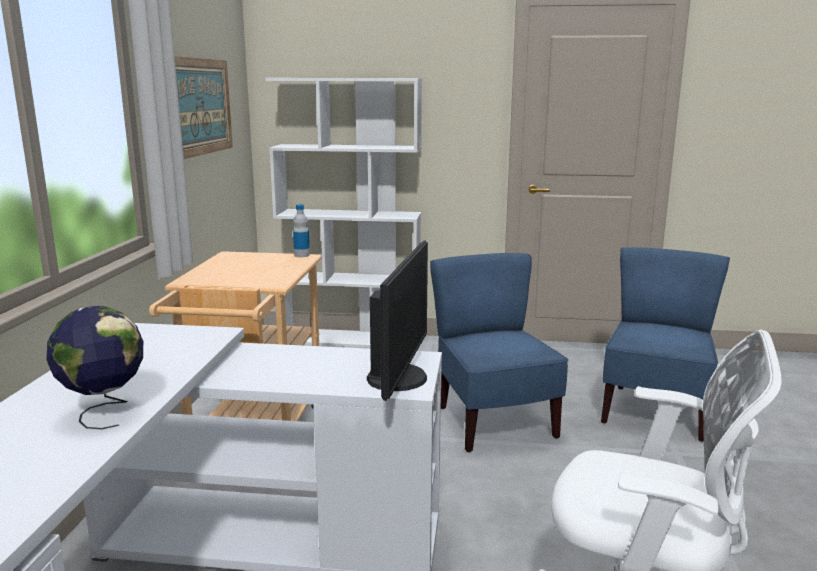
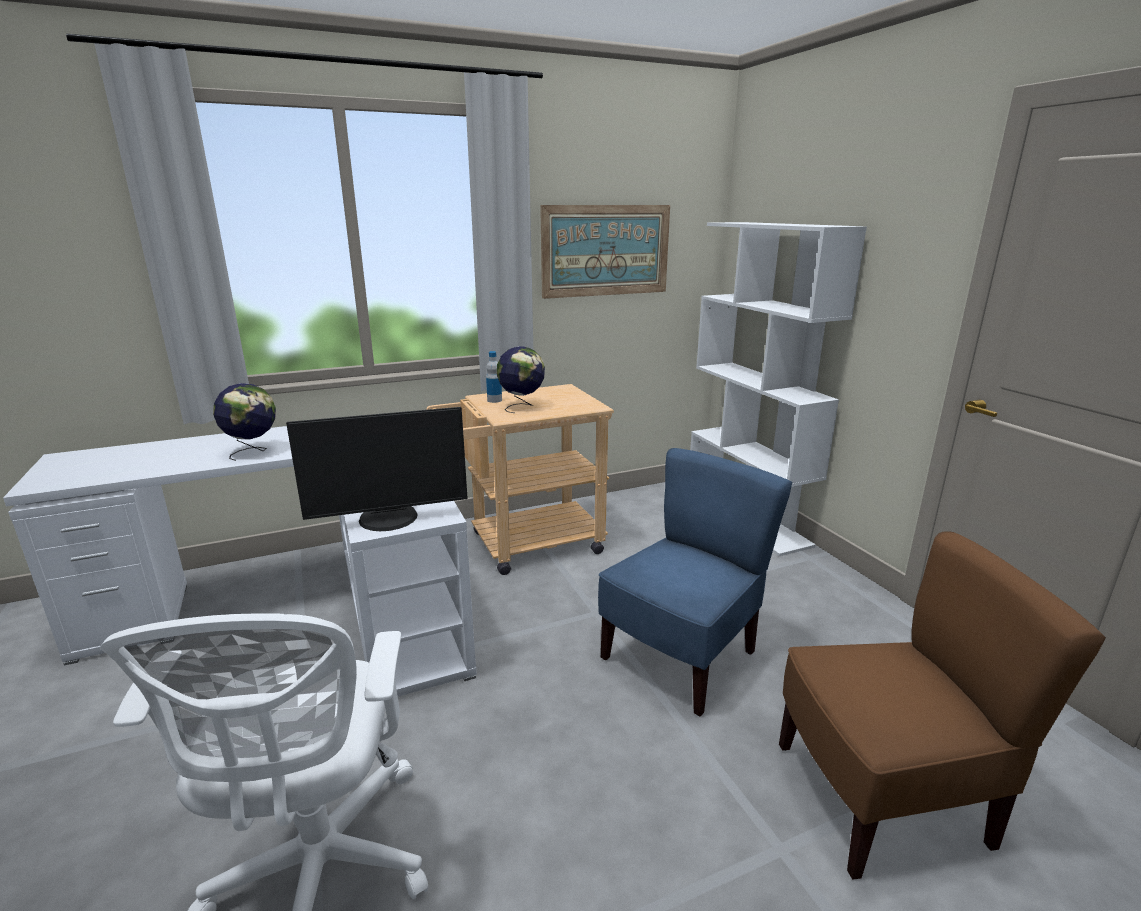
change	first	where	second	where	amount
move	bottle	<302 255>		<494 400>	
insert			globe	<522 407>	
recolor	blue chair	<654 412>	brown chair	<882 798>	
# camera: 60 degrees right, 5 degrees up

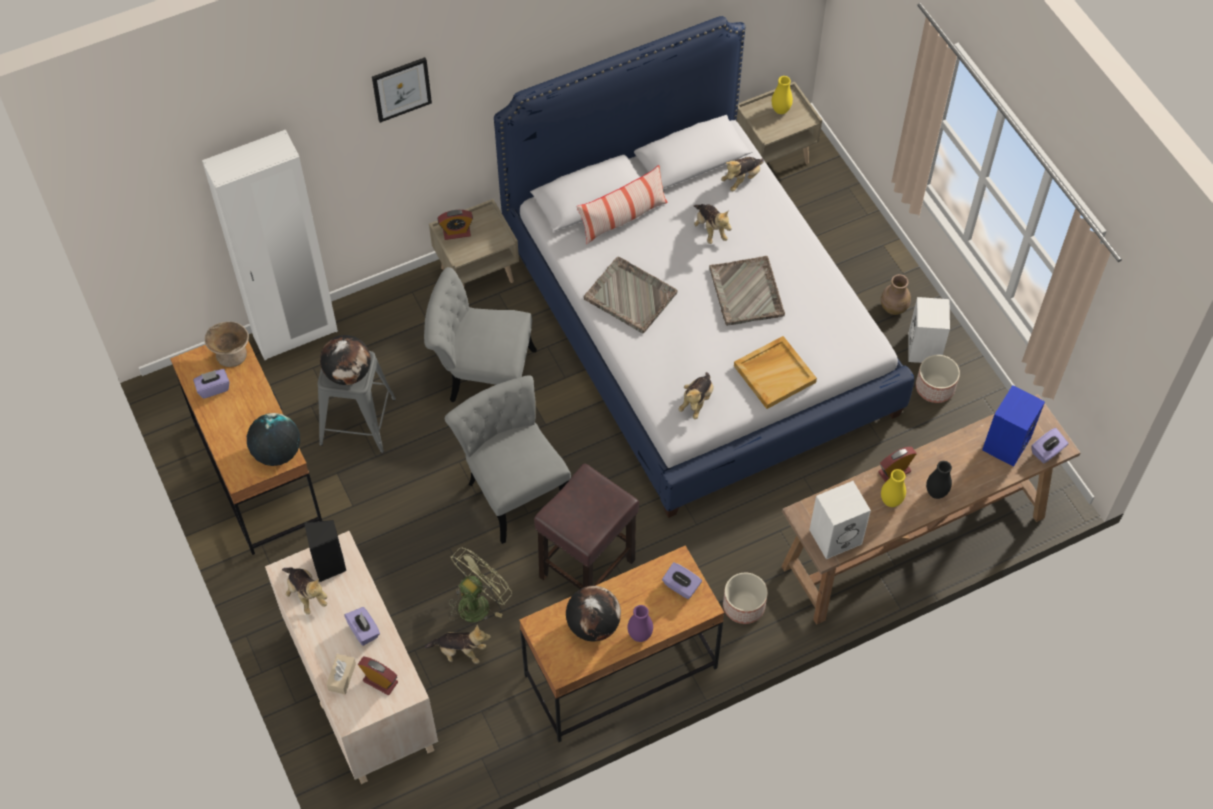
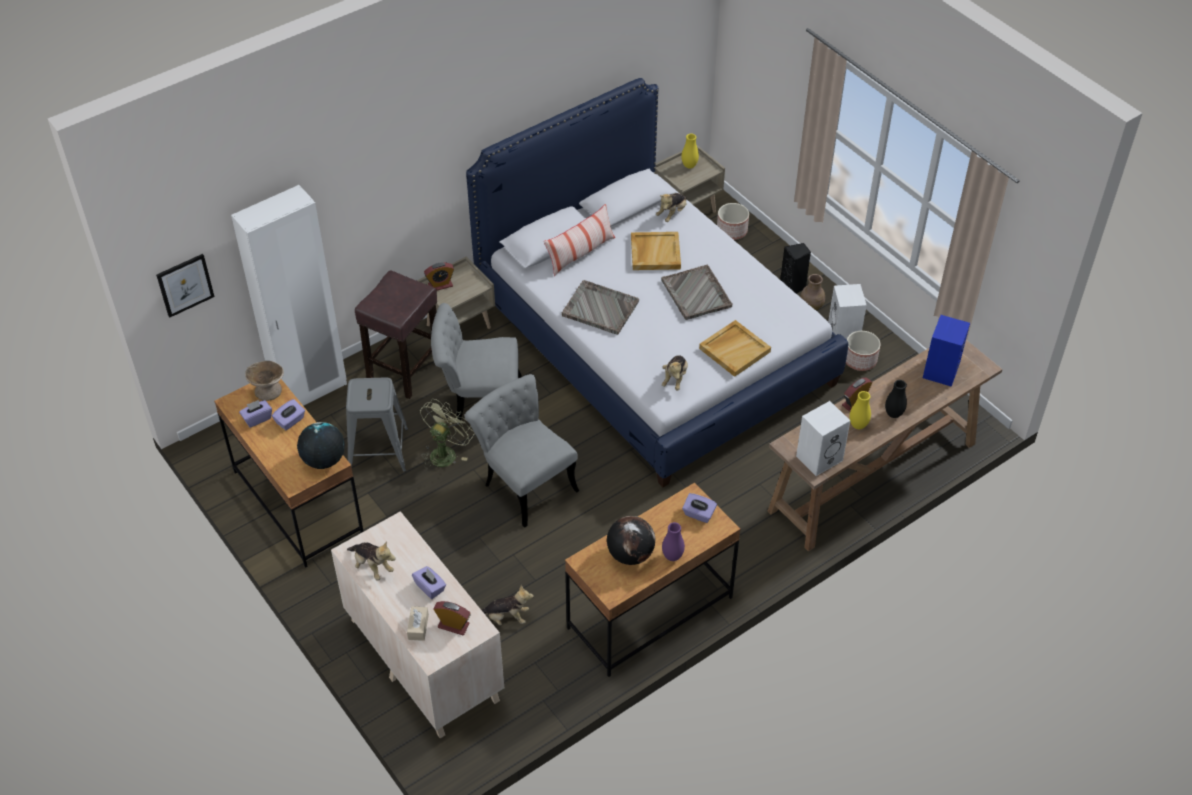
change	first	where	second	where	amount
move	picture	<401 89>		<185 285>	
move	purple tissue box	<1047 452>		<290 421>	
move	brown stool	<588 567>		<405 369>	
move	green fan	<478 602>		<445 452>	
replace	plush toy	<710 229>	beige tray	<655 252>	
move	planter	<744 606>		<732 231>	
move	black speaker	<330 566>		<793 287>	
delete	globe	<348 373>			
# camera: 10 degrees left, 10 degrees down

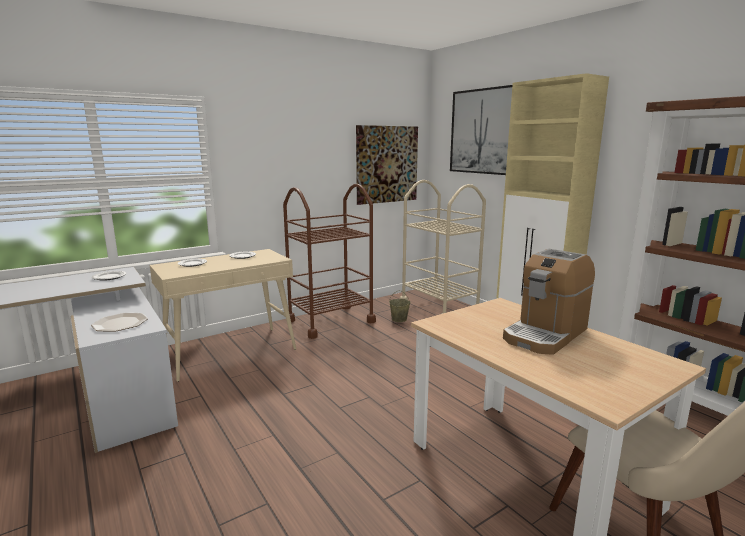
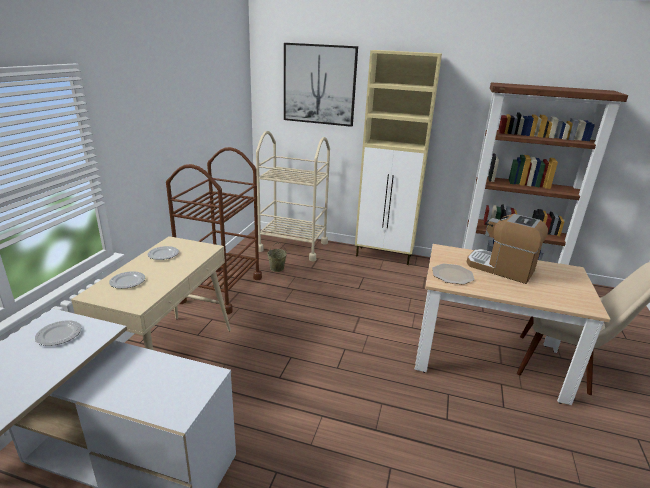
change	first	where	second	where	amount
move	plate	<120 323>		<452 274>	
rotate	coffee machine	<545 334>		<501 268>	120 degrees clockwise
delete	picture	<387 164>			
# camera: 40 degrees left, 10 degrees up

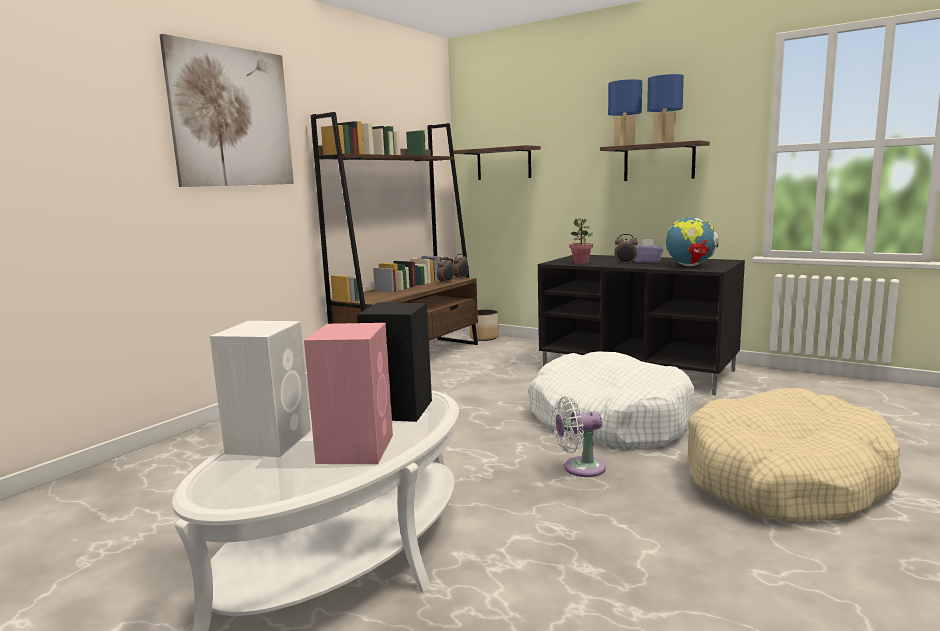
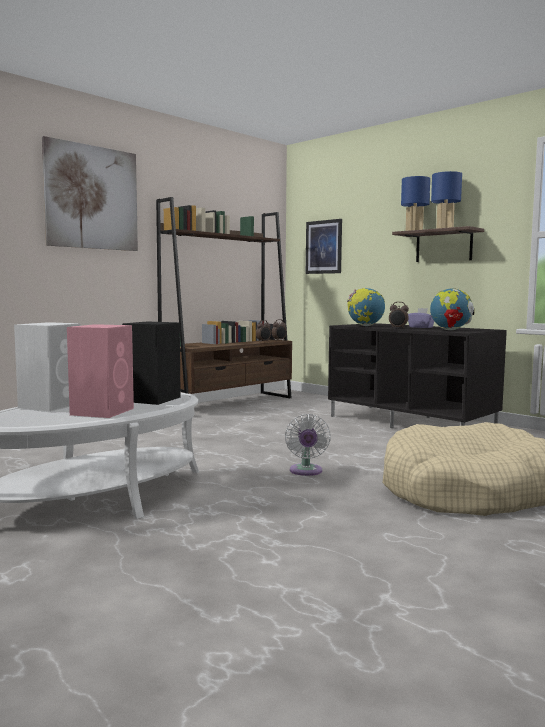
change	first	where	second	where	amount
rotate	white fan	<580 468>		<306 471>	90 degrees counterclockwise
replace	shelf	<504 163>	picture	<324 247>	
replace	potted plant	<581 262>	globe	<365 326>	
delete	planter	<484 337>			
delete	white dog bed	<608 420>			
# camera: 10 degrees right, 5 degrees down

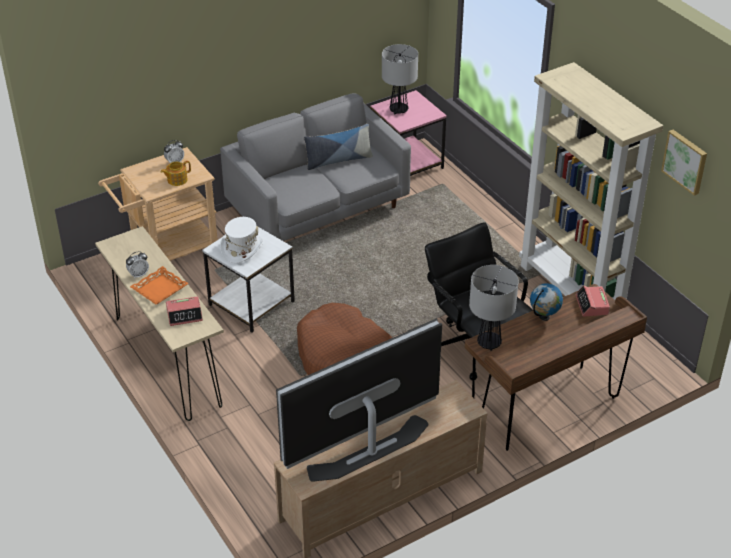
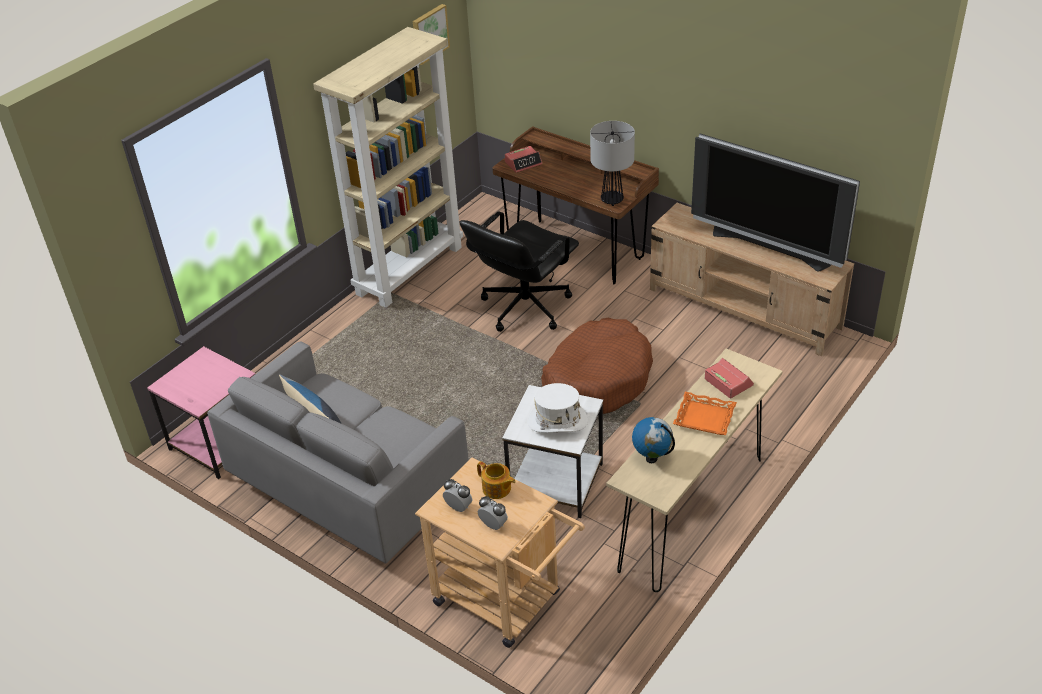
change	first	where	second	where	amount
move	alarm clock	<138 275>		<493 525>	
move	globe	<544 317>		<652 458>	
delete	table lamp	<399 110>			
# camera: 110 degrees left, 0 degrees up

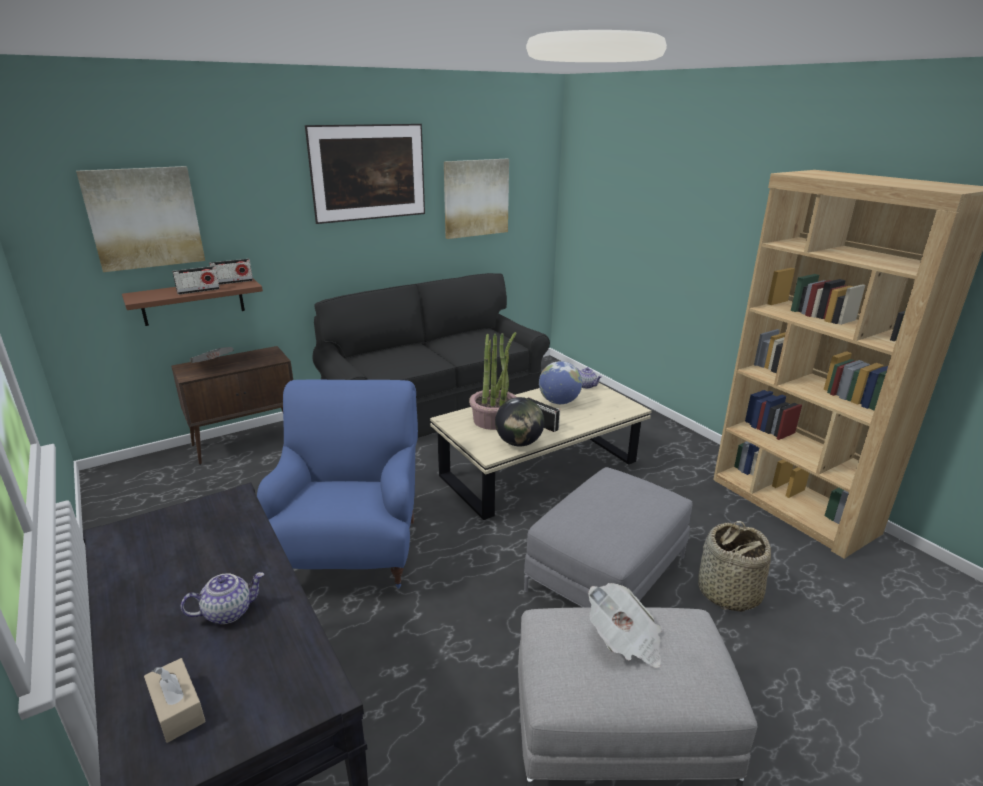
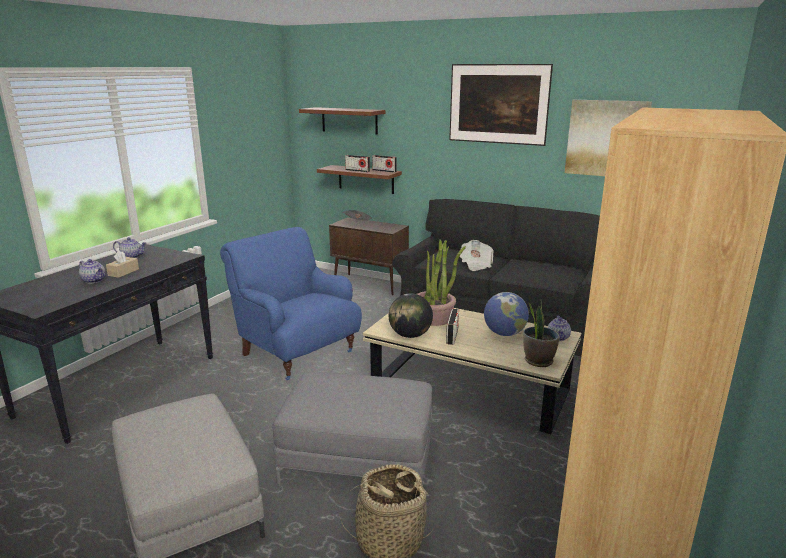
change	first	where	second	where	amount
move	beige tissue box	<177 708>		<123 272>	
insert			teapot	<132 256>	
rotate	blue armchair	<353 550>		<296 352>	105 degrees counterclockwise
replace	picture	<144 218>	brown shelf	<349 120>	
move	newspaper	<624 640>		<475 265>	
insert			potted plant	<538 361>	
# camera: 60 degrees right, 5 degrees down

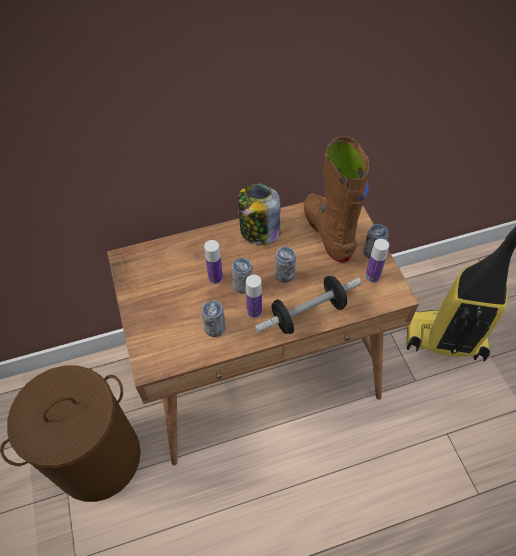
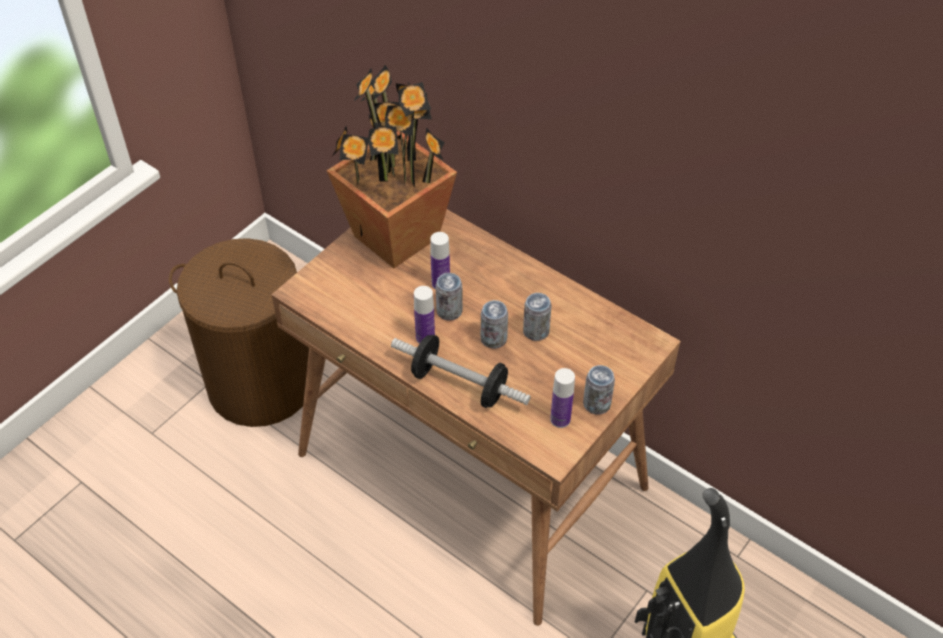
change	first	where	second	where	amount
insert			potted plant	<397 235>	
move	can	<215 328>		<536 331>	
delete	jar	<259 231>			
delete	brown boot	<328 232>			
# camera: 55 degrees right, 5 degrees down

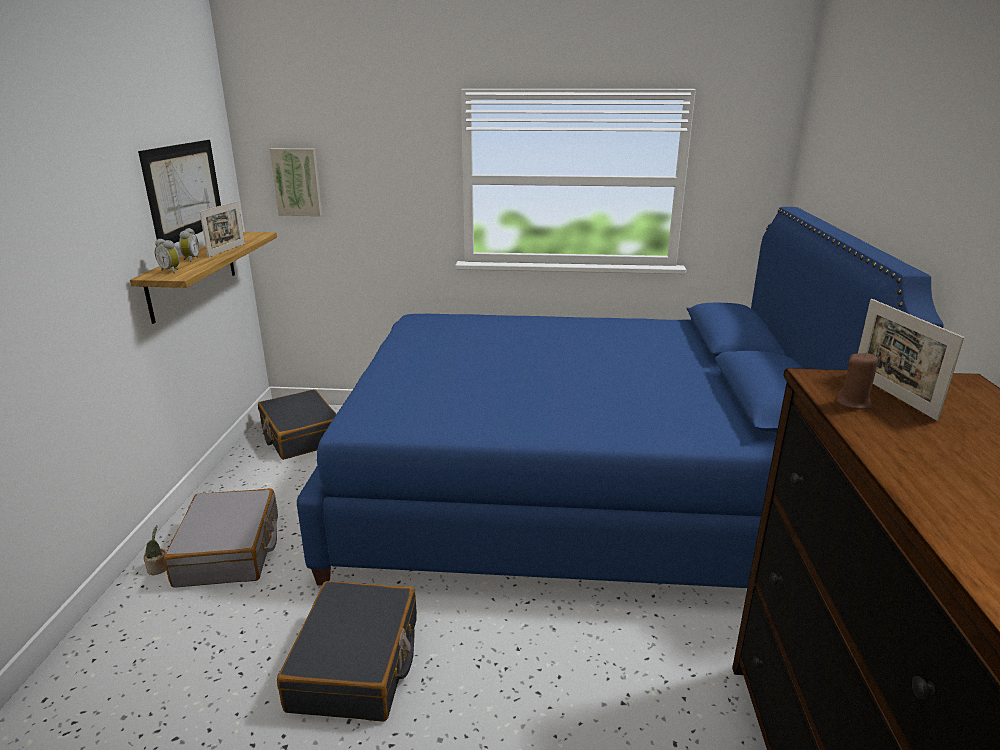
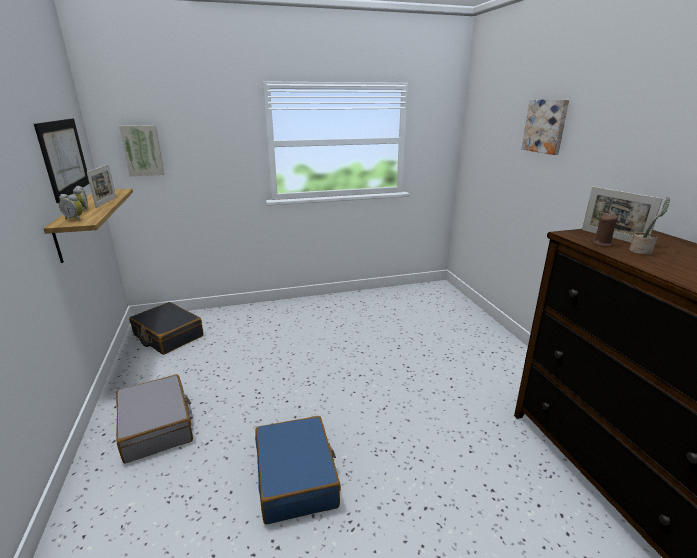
change	first	where	second	where	amount
recolor	black suitcase	<356 664>	blue suitcase	<296 477>	
insert			picture	<546 126>	
move	potted plant	<159 569>		<642 251>	
delete	blue bed	<572 492>			
# camera: 20 degrees left, 0 degrees up

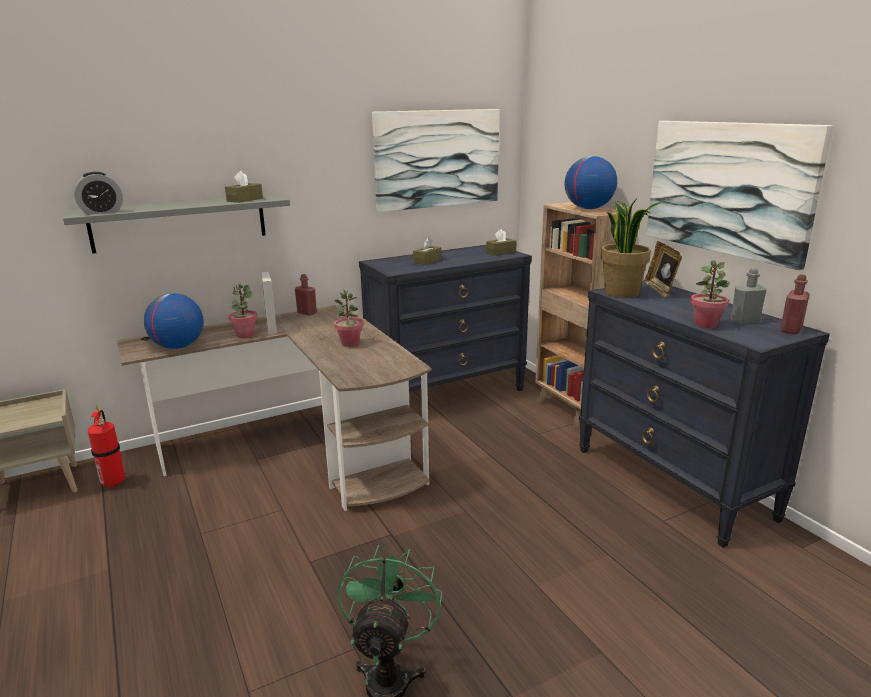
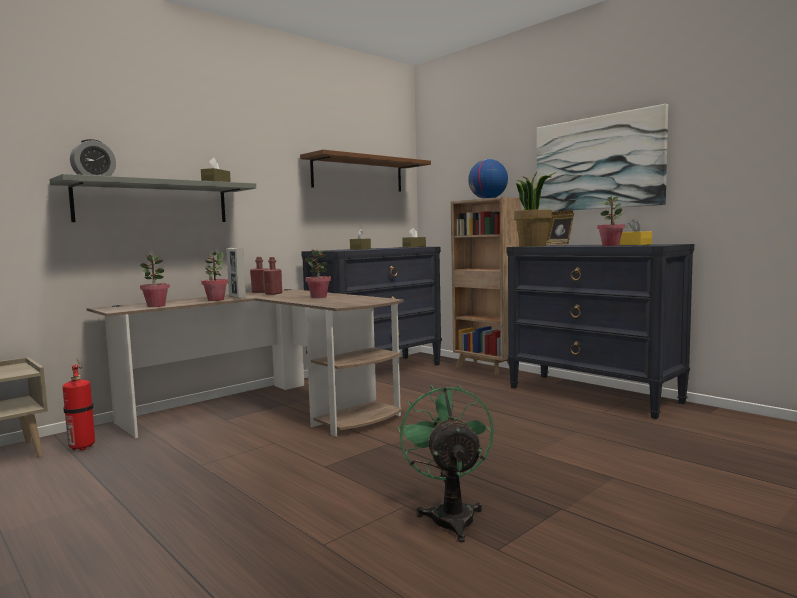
change	first	where	second	where	amount
replace	globe	<178 347>	potted plant	<156 306>	
move	red bottle	<791 330>		<273 294>	
replace	picture	<437 159>	brown shelf	<358 174>	
replace	grey bottle	<745 321>	yellow tissue box	<634 244>	
# camera: 15 degrees left, 15 degrees down

